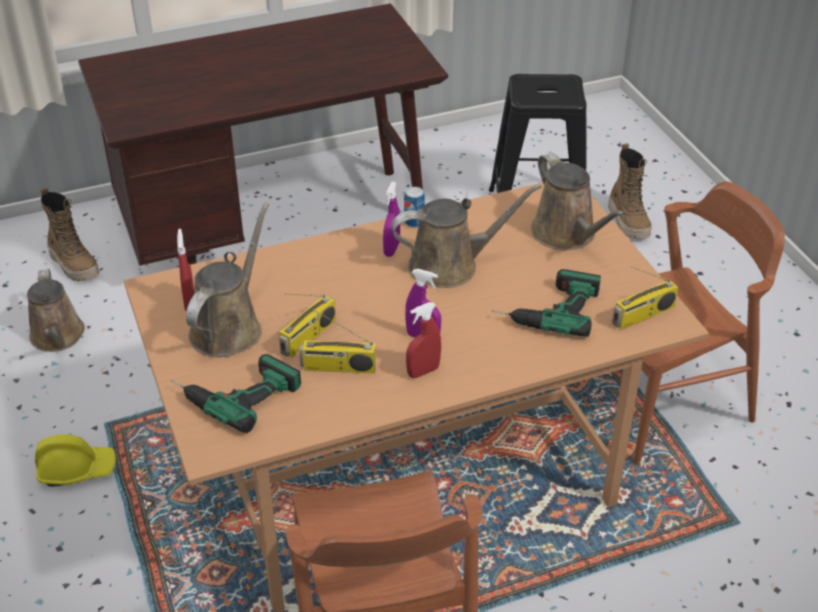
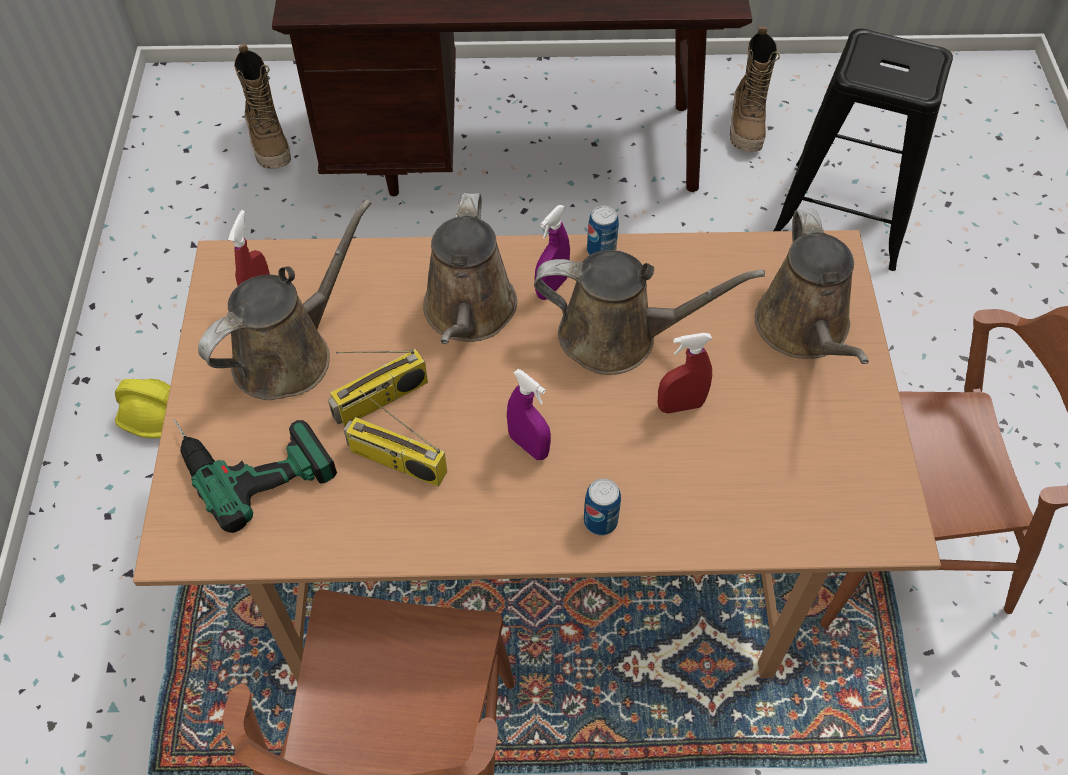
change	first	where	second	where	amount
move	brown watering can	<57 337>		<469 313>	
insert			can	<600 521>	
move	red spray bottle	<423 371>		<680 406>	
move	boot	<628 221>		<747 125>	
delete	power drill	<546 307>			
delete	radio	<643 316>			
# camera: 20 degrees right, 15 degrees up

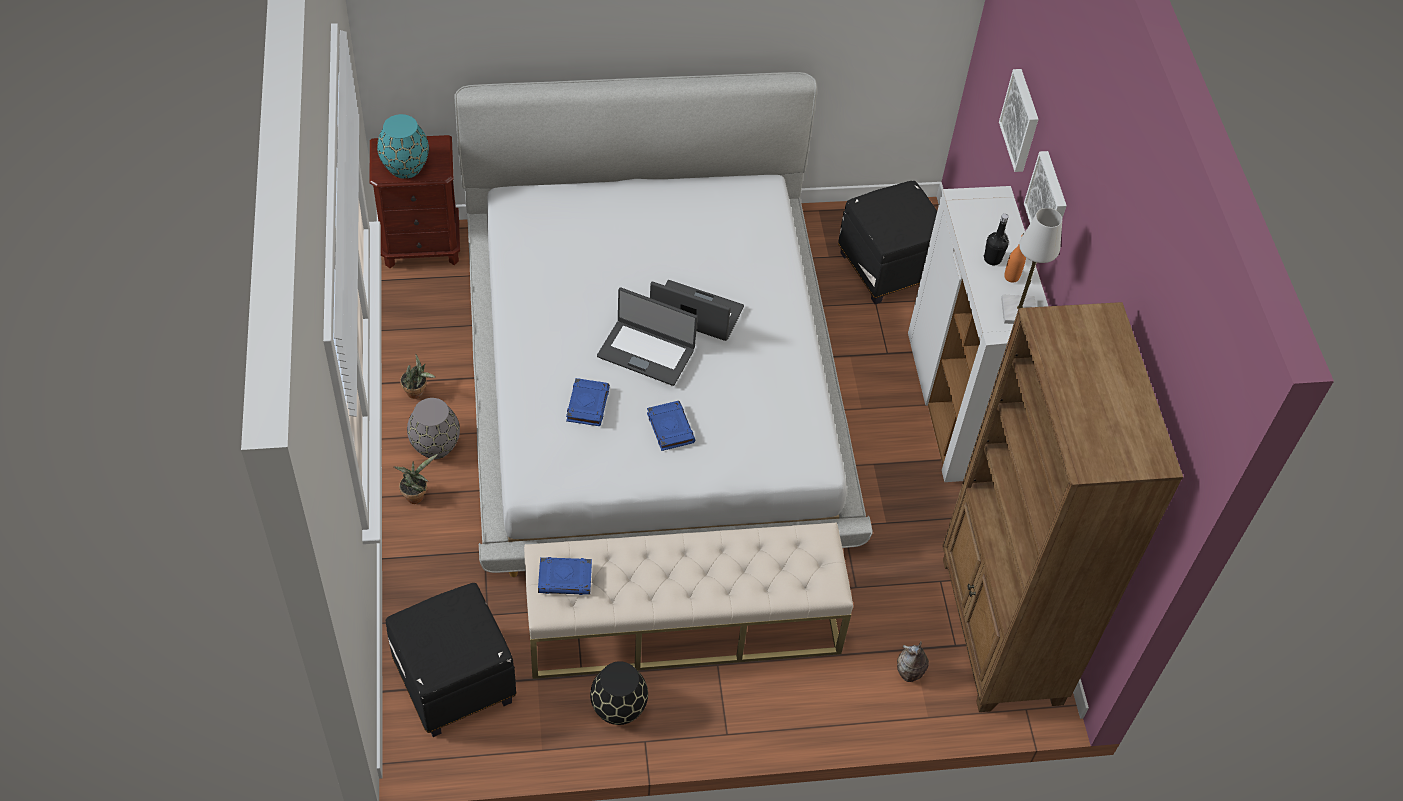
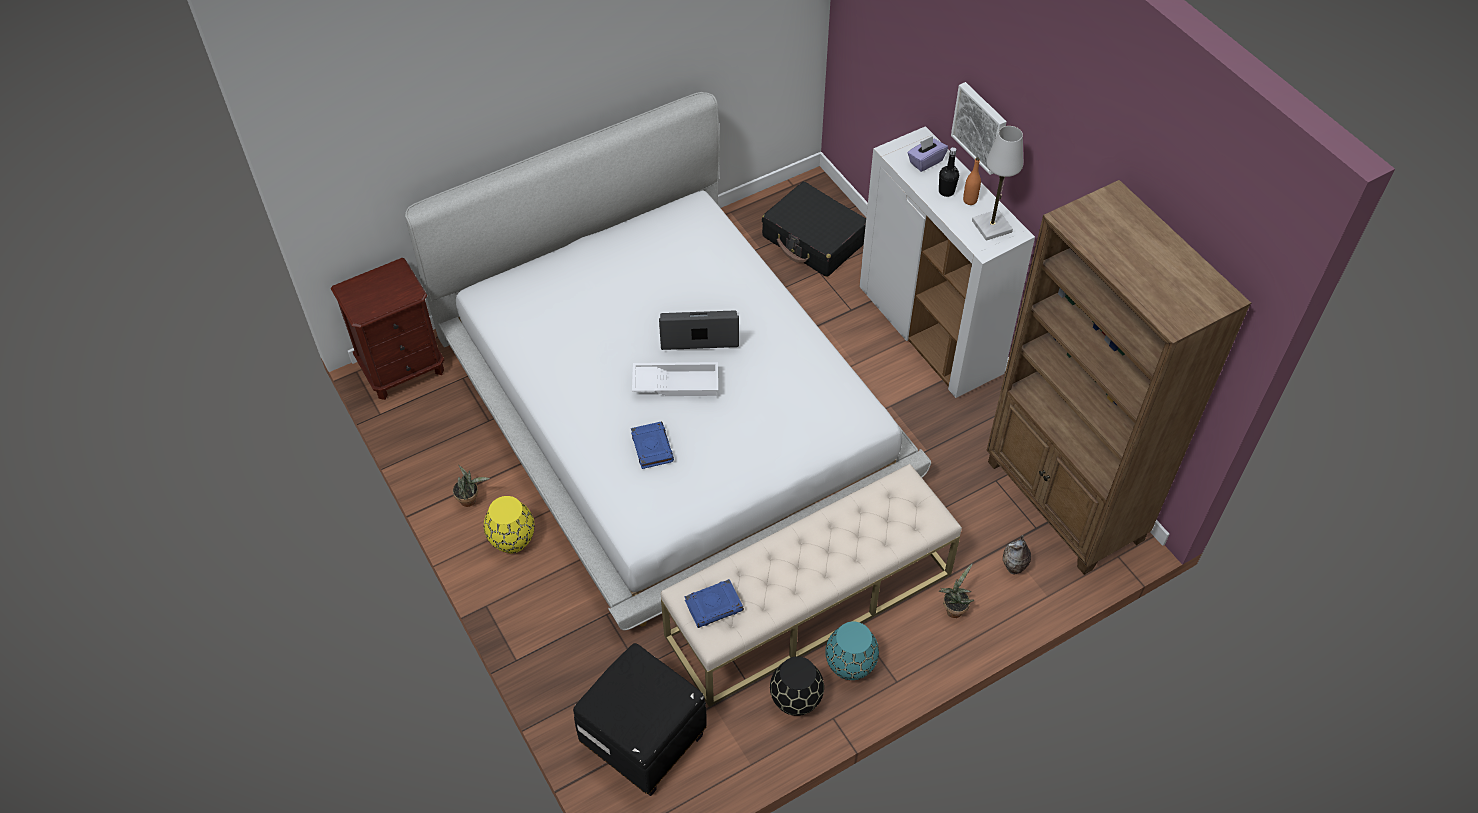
change	first	where	second	where	amount
recolor	grey vase	<436 446>	yellow vase	<513 539>	
replace	laptop	<646 352>	white tray	<676 382>	
replace	black ottoman	<889 269>	black suitcase	<814 240>	
move	turquoise vase	<405 167>		<849 664>	
insert			purple tissue box	<925 161>	
move	potted plant	<416 495>		<954 608>	
delete	blue book	<670 427>			
delete	picture	<1022 120>			
# camera: 20 degrees left, 0 degrees up

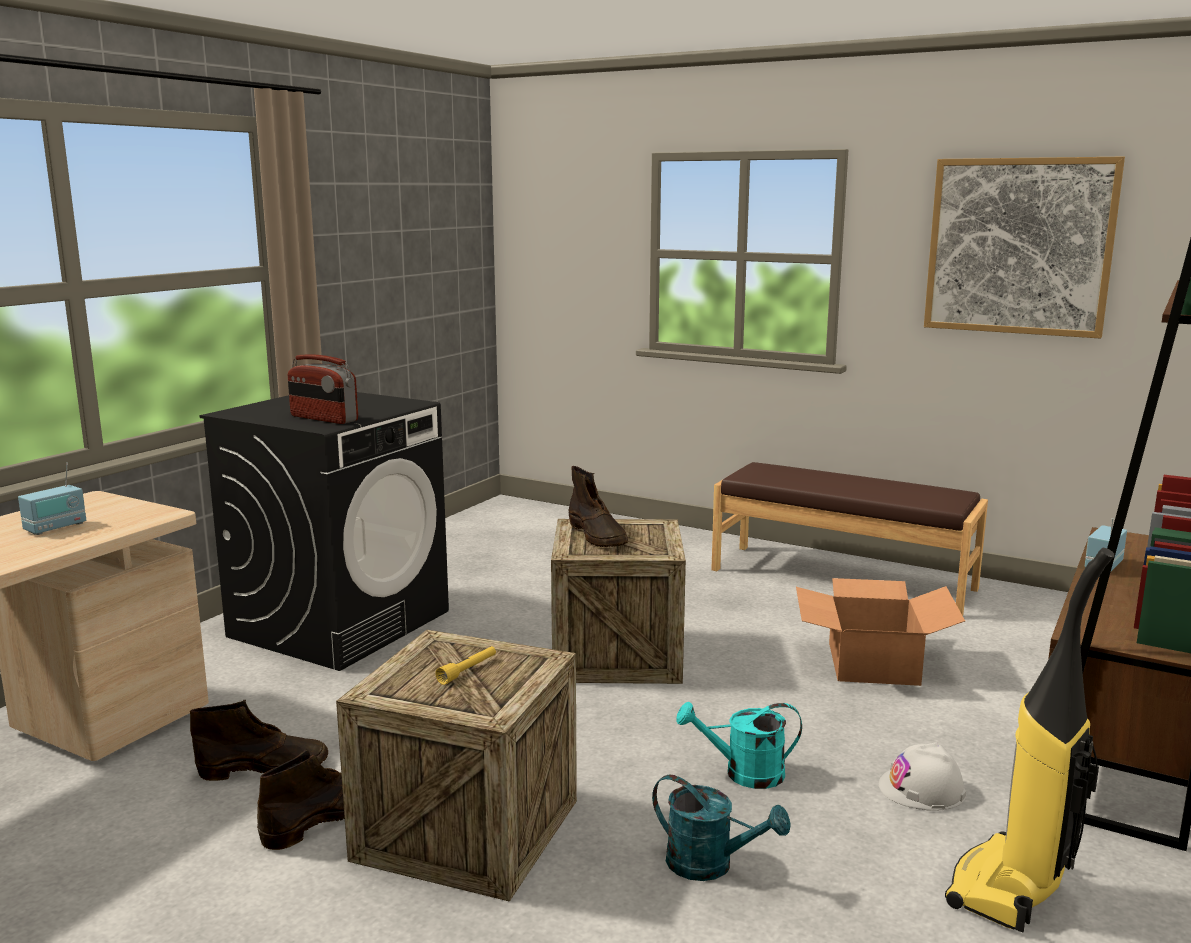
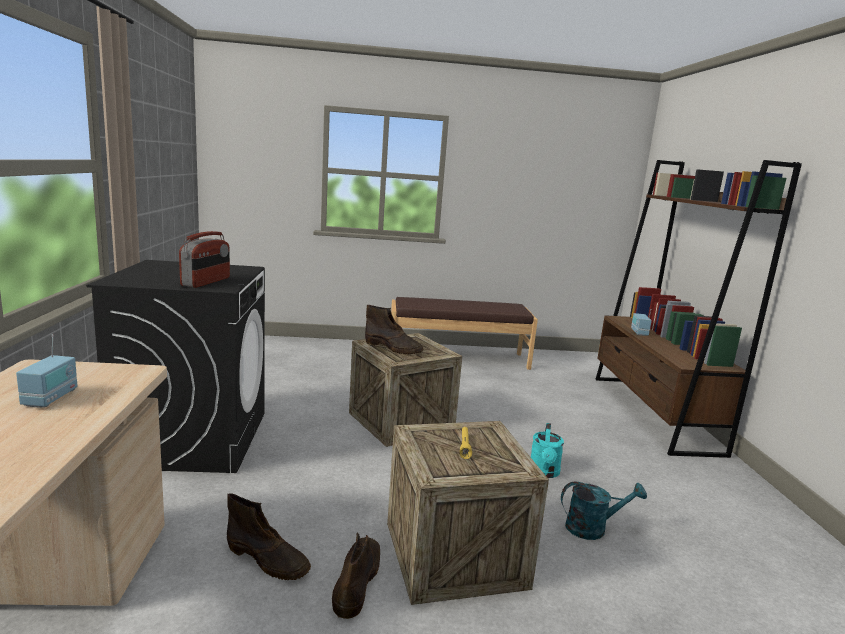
change	first	where	second	where	amount
rotate	radio	<323 418>		<206 282>	75 degrees counterclockwise
rotate	brown boot	<265 768>		<268 560>	75 degrees clockwise
rotate	turquoise watering can	<743 774>		<544 473>	45 degrees counterclockwise
delete	cardboard box	<871 663>			
delete	white hard hat	<922 789>			
delete	picture	<1019 246>			
delete	vacuum cleaner	<1010 889>			
# camera: 35 degrees left, 0 degrees up

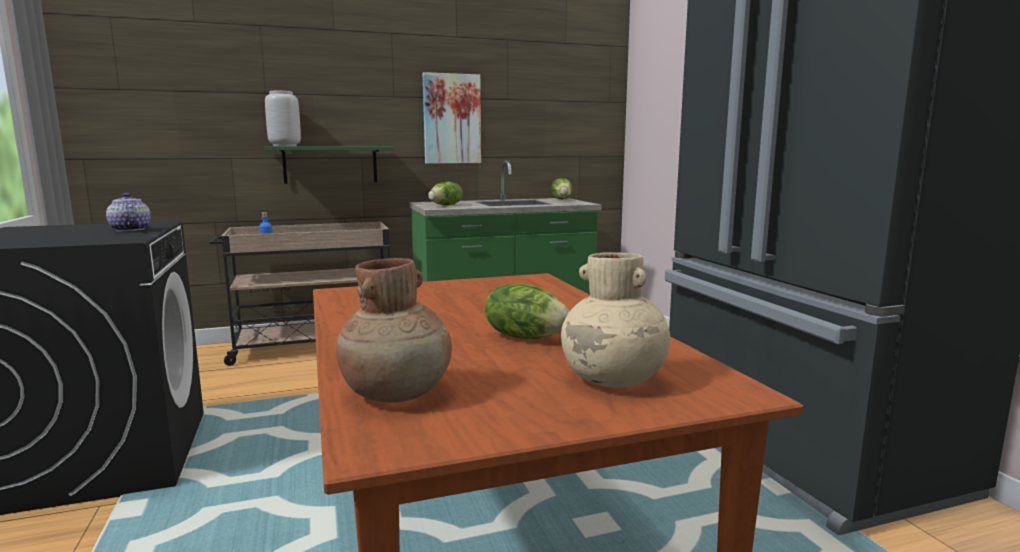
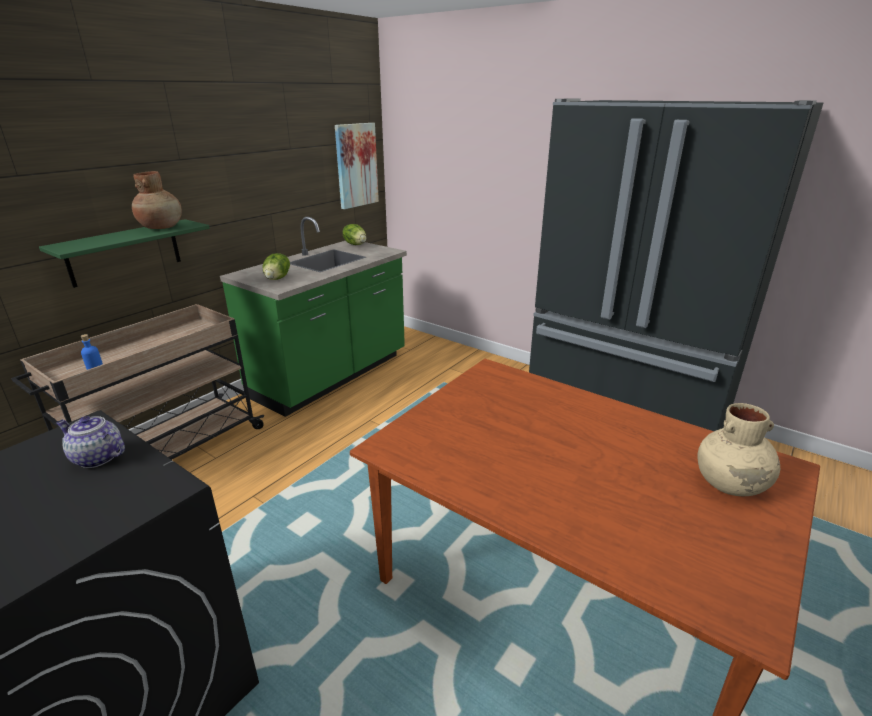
change	first	where	second	where	amount
move	brown vase	<398 393>		<162 227>	
move	picture	<452 119>		<356 165>	
delete	grey vase	<285 146>			
delete	lettuce	<526 337>			
# camera: 35 degrees left, 15 degrees up

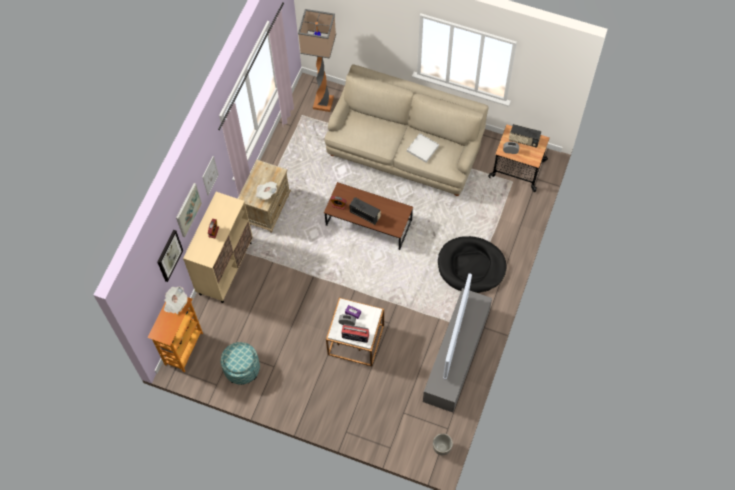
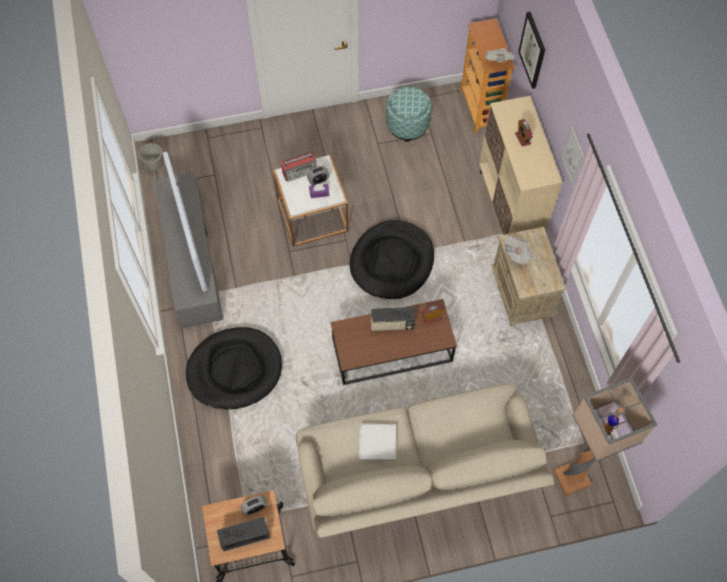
change	first	where	second	where	amount
insert			black dog bed	<392 262>	
delete	picture	<188 210>			
# camera: 145 degrees right, 0 degrees up

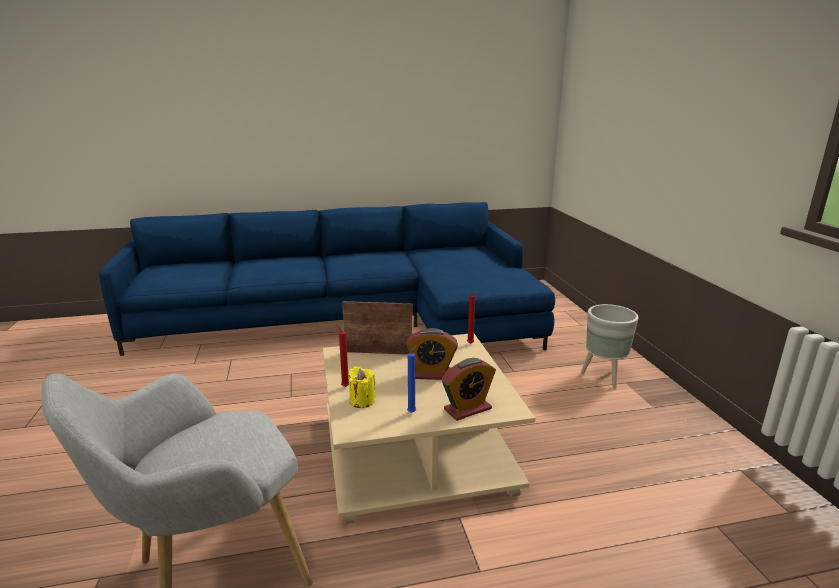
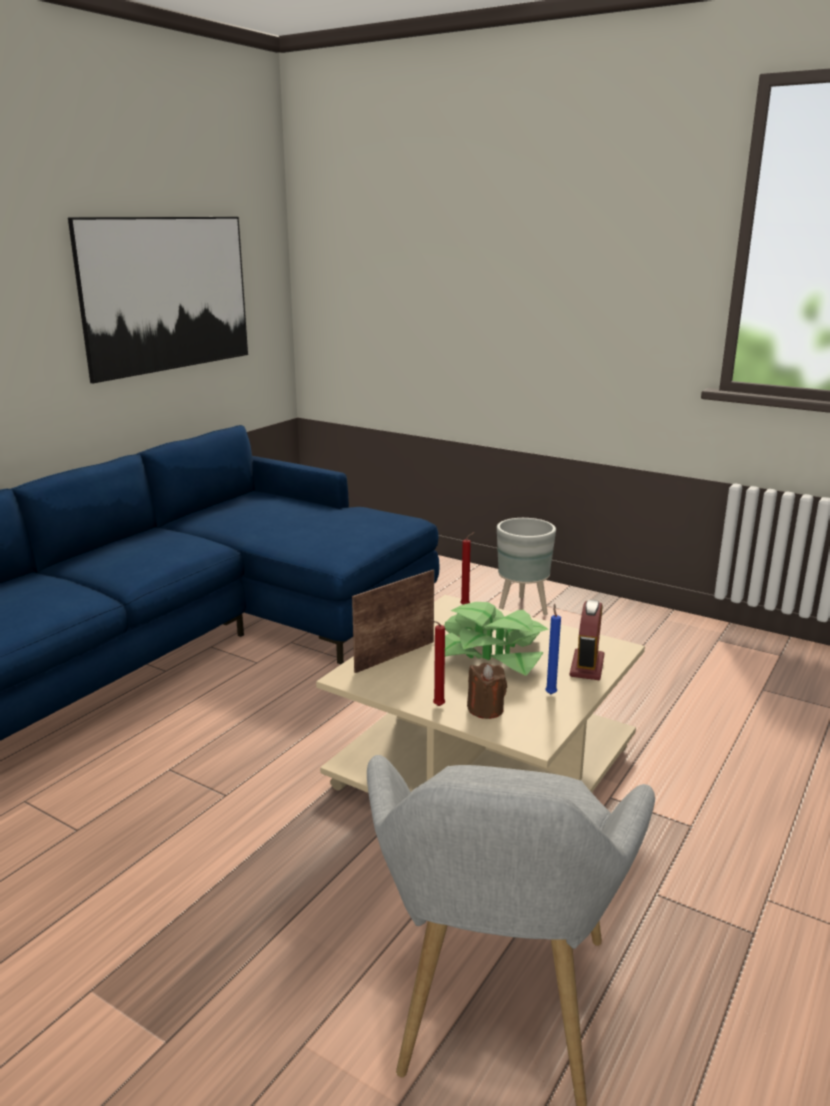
change	first	where	second	where	amount
insert			picture	<167 294>	
replace	alarm clock	<431 374>	potted plant	<492 652>	
recolor	yellow candle	<362 401>	brown candle	<485 709>	
# camera: 45 degrees left, 0 degrees up

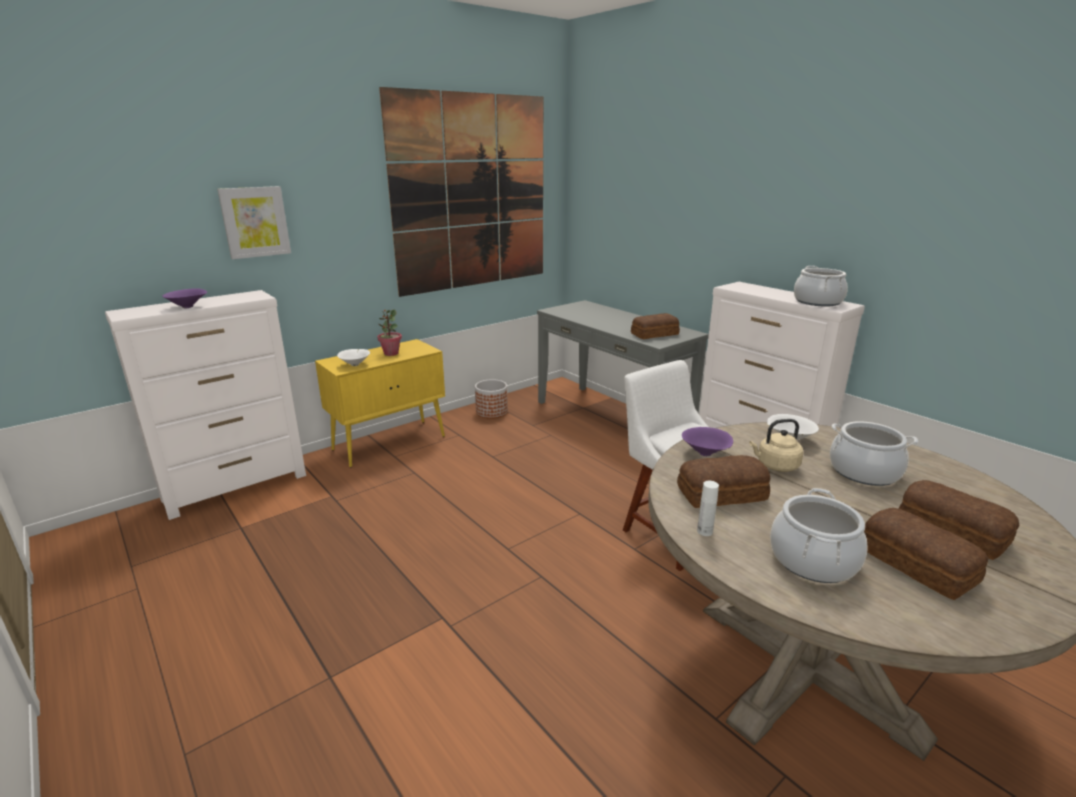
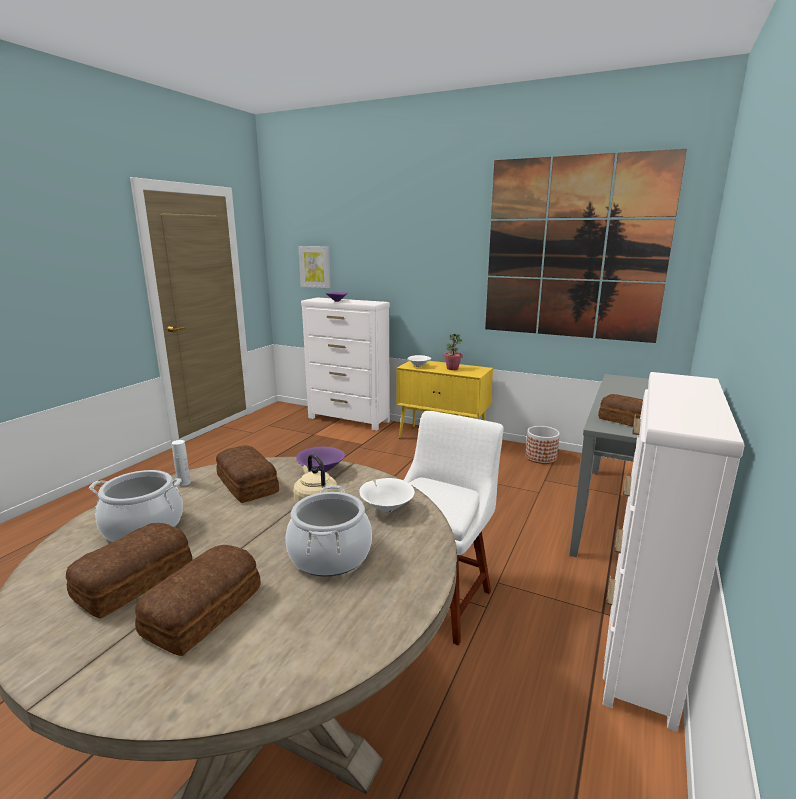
change	first	where	second	where	amount
move	picture	<255 222>		<315 267>	
delete	cooking pot	<817 302>			
# camera: 65 degrees right, 5 degrees down

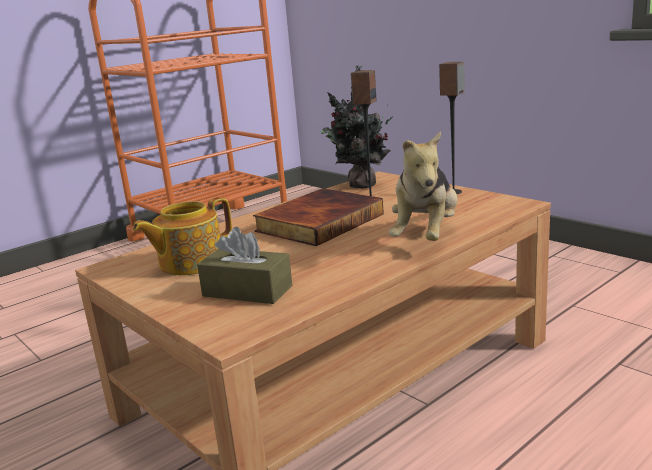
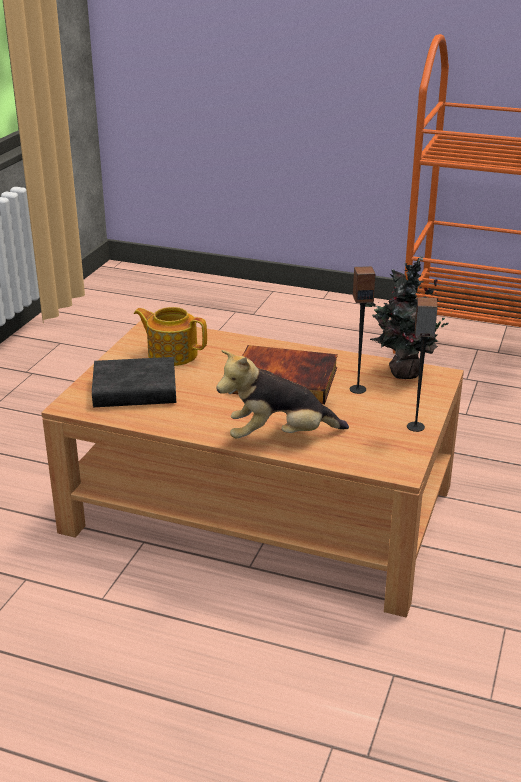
change	first	where	second	where	amount
replace	brown tissue box	<247 291>	black book	<135 391>	
# camera: 60 degrees right, 10 degrees up

